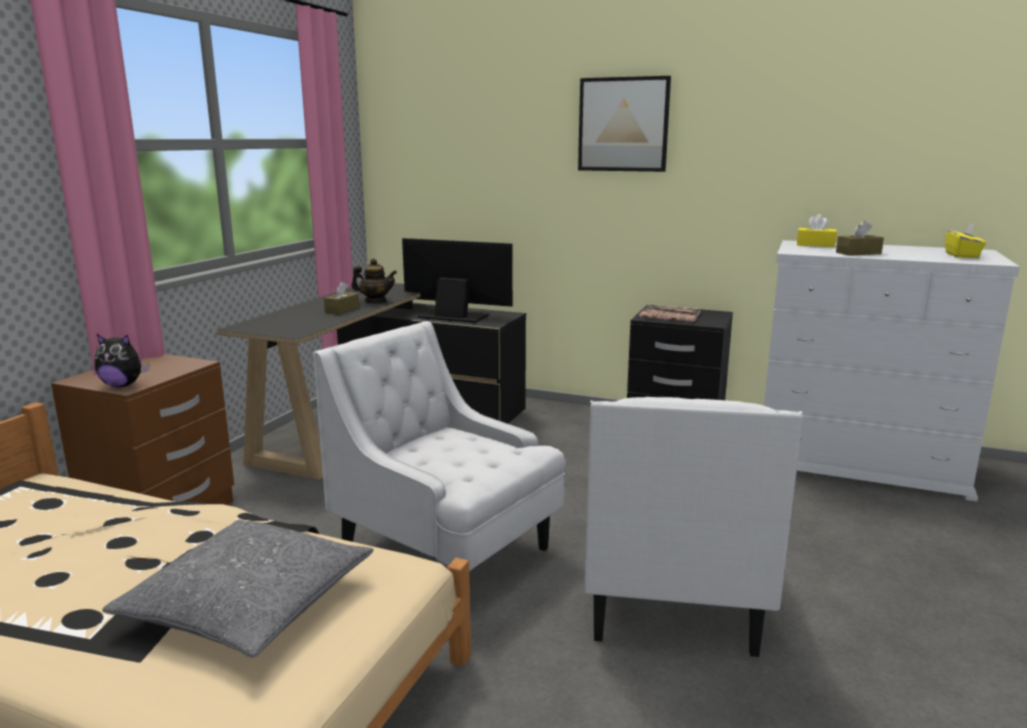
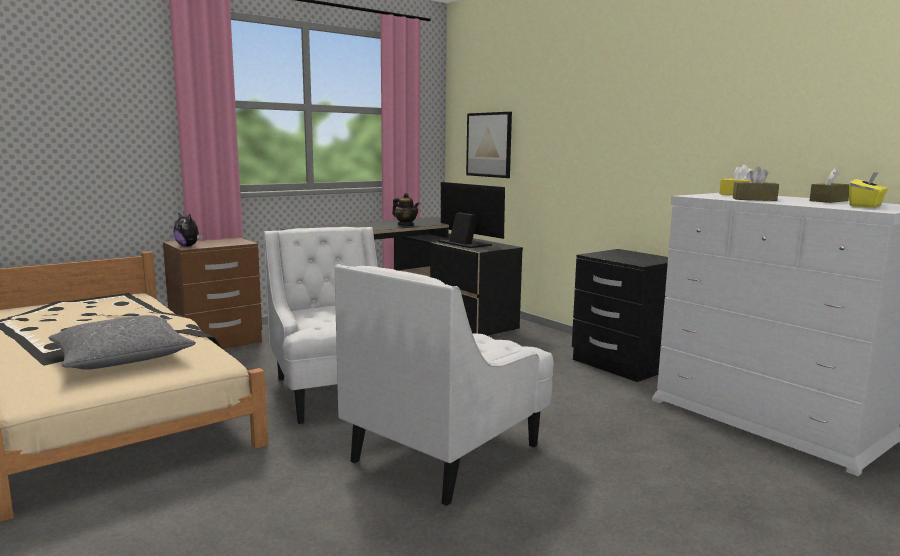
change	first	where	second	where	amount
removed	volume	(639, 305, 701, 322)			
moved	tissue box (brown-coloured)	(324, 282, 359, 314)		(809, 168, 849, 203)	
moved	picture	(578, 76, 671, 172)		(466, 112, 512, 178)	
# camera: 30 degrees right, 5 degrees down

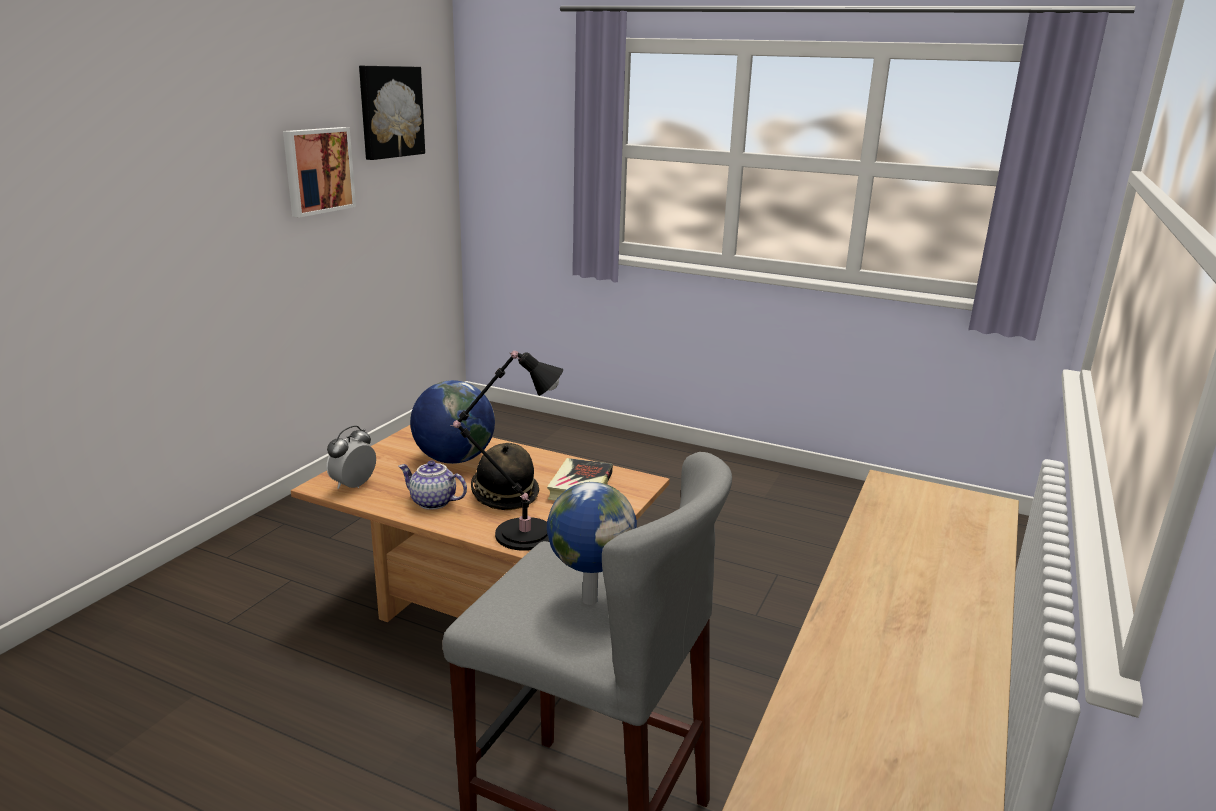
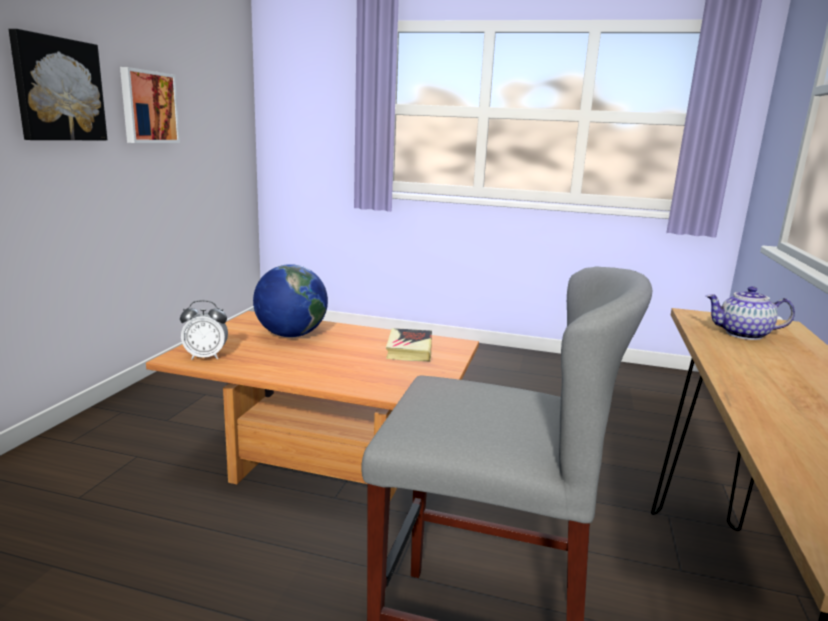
change	first	where	second	where	amount
removed	tabletop lamp (black)	(451, 351, 563, 551)			
removed	wearable hat	(471, 443, 539, 510)			
removed	world globe	(547, 482, 637, 605)			
moved	picture	(359, 65, 425, 160)		(8, 29, 107, 140)	
moved	tea pot	(398, 461, 467, 510)		(706, 286, 795, 340)	
turned	alarm clock	(326, 425, 376, 489)		(180, 300, 228, 360)	120 degrees counterclockwise
# camera: 10 degrees left, 5 degrees down

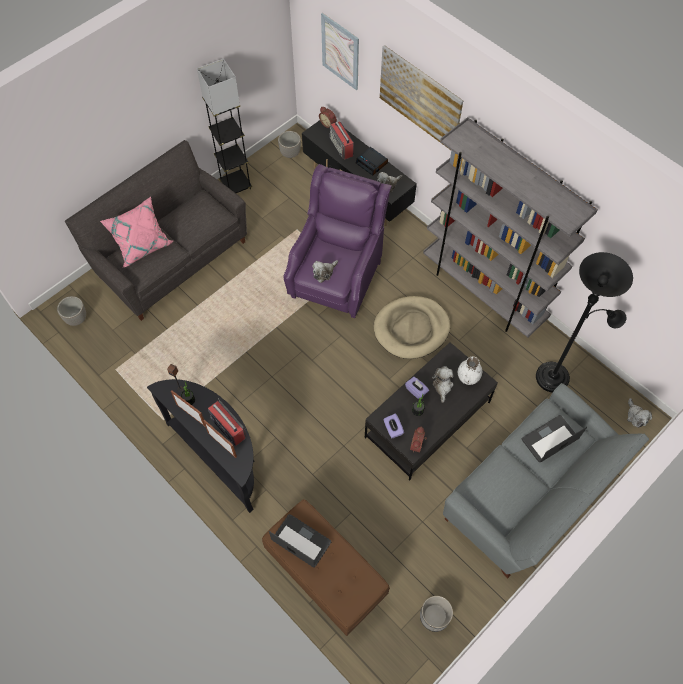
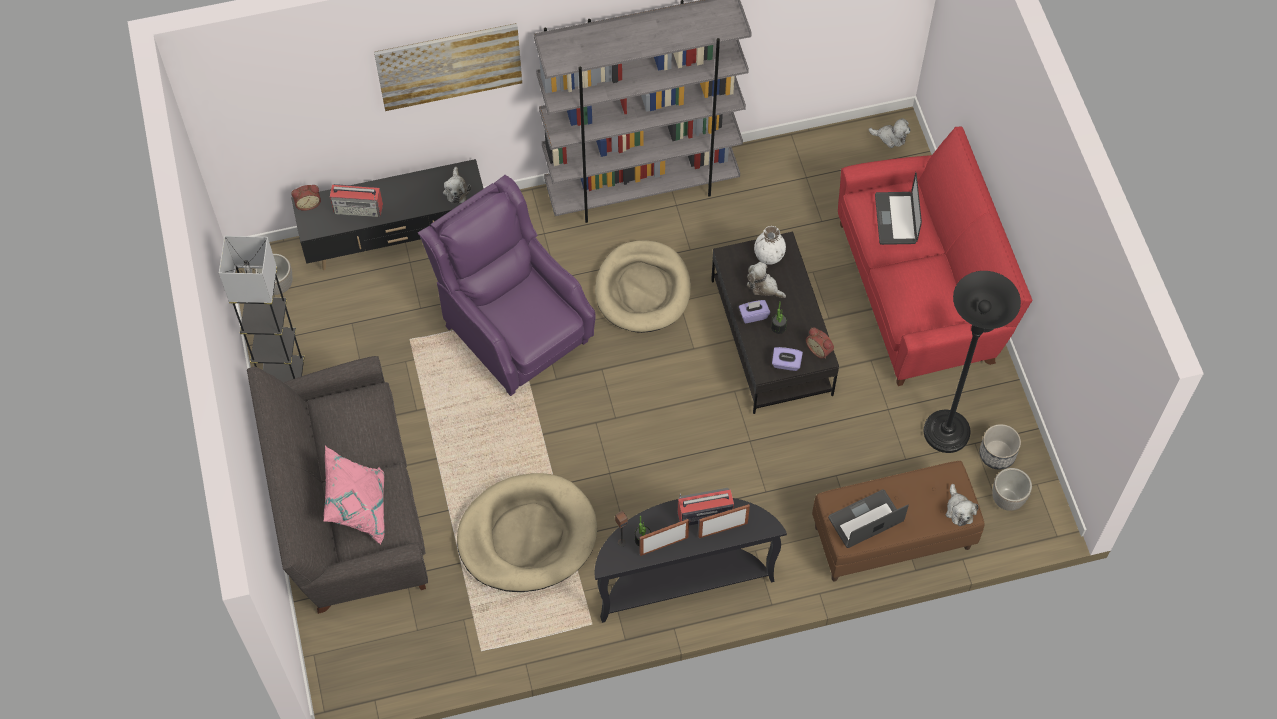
change	first	where	second	where	amount
removed	picture	(321, 13, 359, 90)			
removed	alarm clock	(356, 147, 388, 176)			
added			dog bed (beige)	(457, 473, 597, 592)	
moved	plant pot	(57, 296, 86, 326)		(992, 468, 1032, 511)	
moved	cuddly toy	(312, 260, 338, 283)		(946, 484, 978, 526)	
moved	standard lamp (black)	(536, 252, 633, 393)		(924, 271, 1021, 453)	
recoloured	settee (greyish)	(443, 383, 649, 578)	settee (reddish)	(838, 127, 1032, 386)	
# camera: 60 degrees left, 0 degrees up

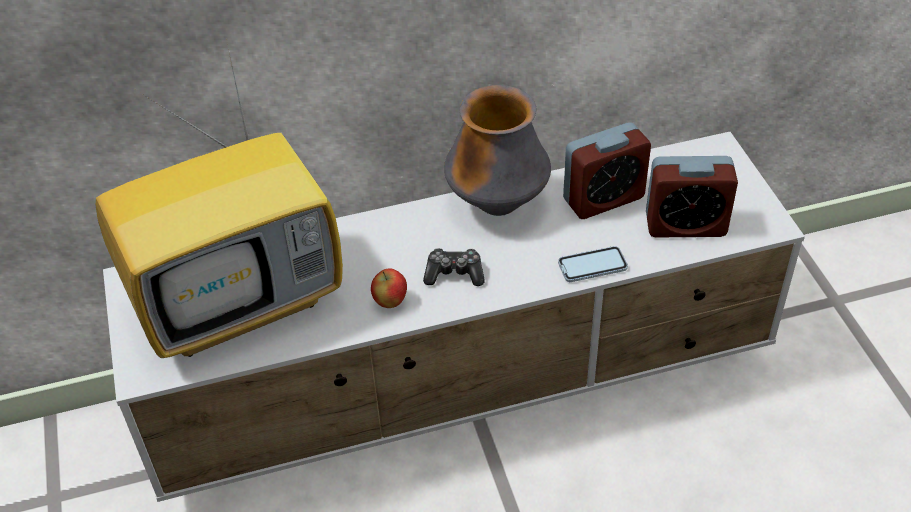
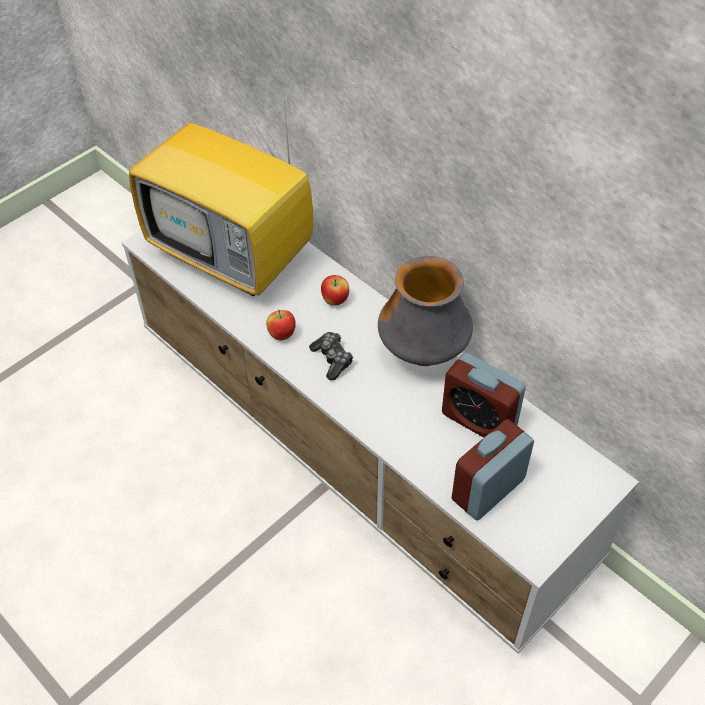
change	first	where	second	where	amount
removed	handset	(558, 246, 628, 282)			
added			whole apple	(321, 275, 349, 306)	
turned	alarm clock	(646, 156, 738, 238)		(452, 419, 534, 521)	75 degrees clockwise
# camera: 60 degrees right, 5 degrees up

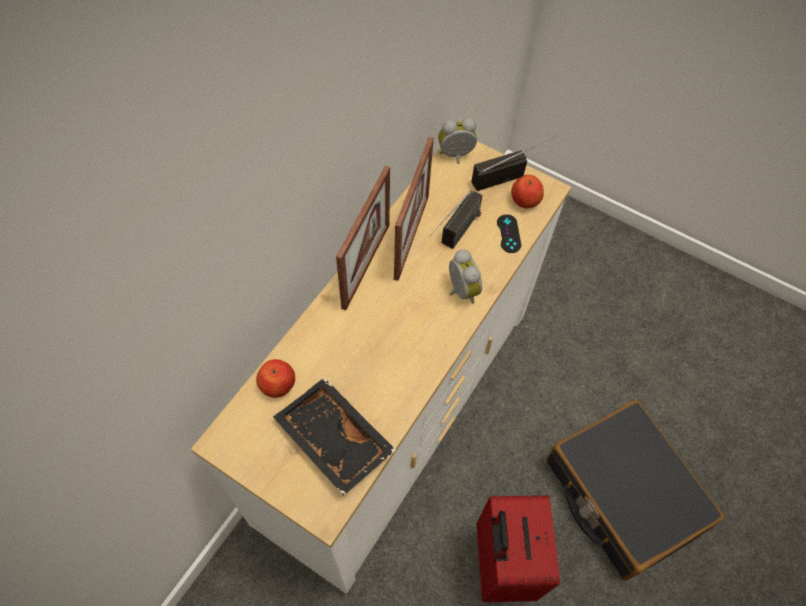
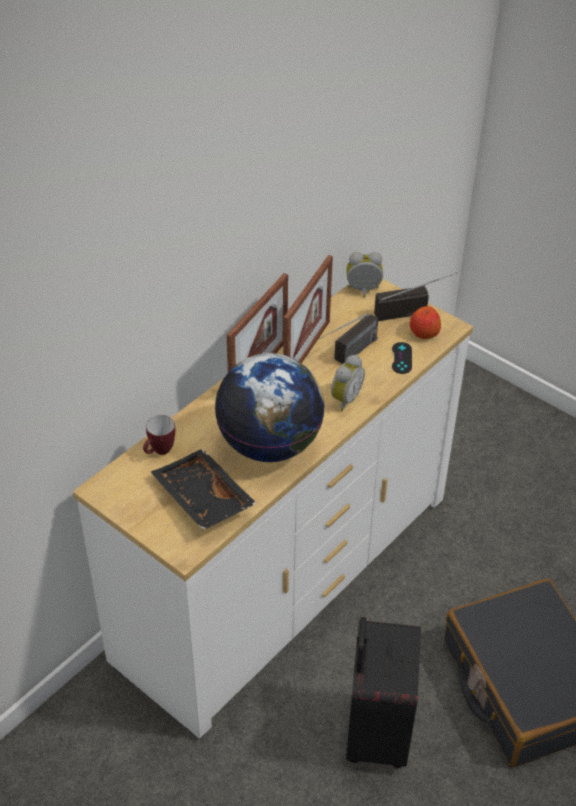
change	first	where	second	where	amount
added			world globe	(215, 353, 325, 462)	
replaced	whole apple	(256, 359, 295, 398)	mug	(143, 415, 175, 455)	
recoloured	travel case (reddish)	(477, 495, 560, 602)	travel case (black)	(346, 617, 421, 768)	
turned	alarm clock	(449, 249, 482, 304)		(331, 355, 365, 411)	45 degrees clockwise
# camera: 10 degrees right, 15 degrees down

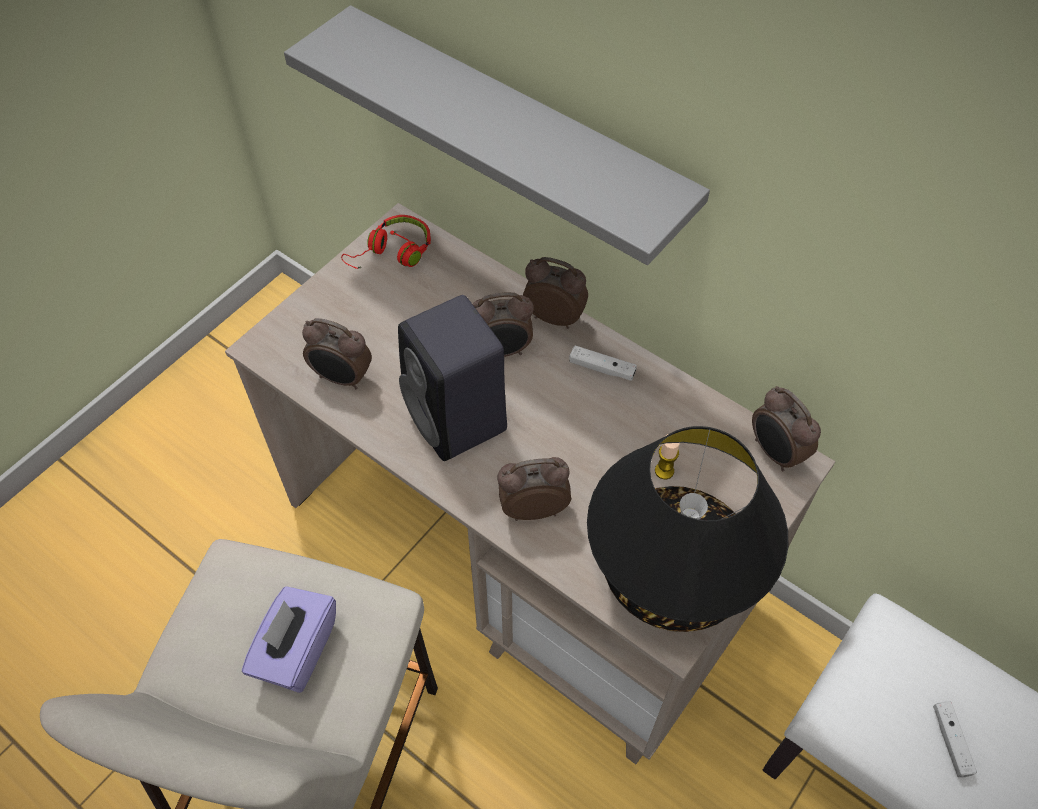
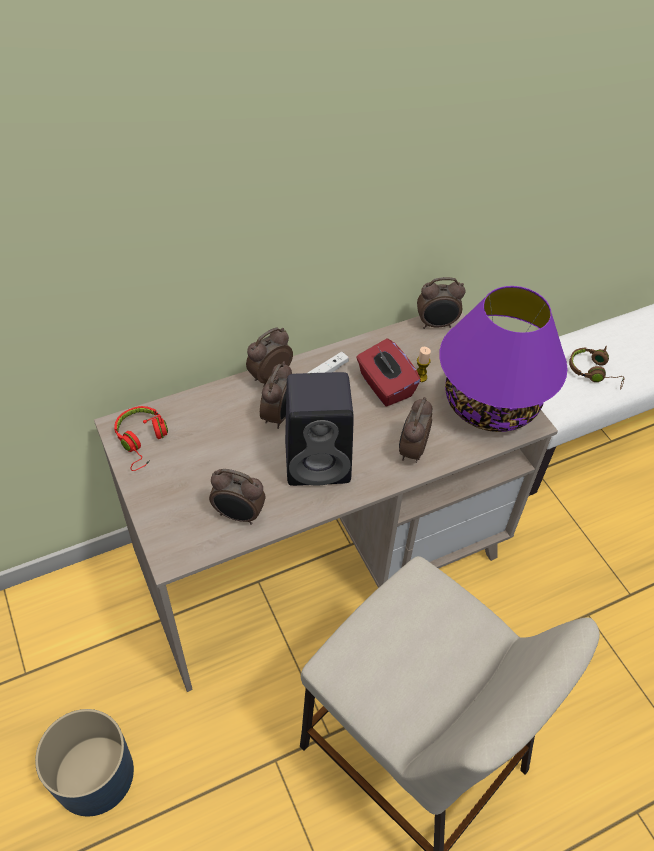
change	first	where	second	where	amount
removed	tissue box (purplish)	(242, 586, 336, 693)			
removed	wall shelf (greyish)	(284, 5, 710, 265)			
added			plant pot (blue)	(35, 709, 134, 816)	
added			tissue box (reddish)	(356, 339, 421, 406)	
replaced	joypad (whitish)	(933, 702, 977, 777)	pair of headphones (brown-coloured)	(569, 346, 625, 390)	
recoloured	tabletop lamp (black)	(587, 426, 788, 632)	tabletop lamp (purplish)	(439, 286, 568, 432)	
turned	alarm clock	(302, 318, 372, 390)		(209, 469, 266, 525)	60 degrees clockwise
# camera: 65 degrees left, 5 degrees down

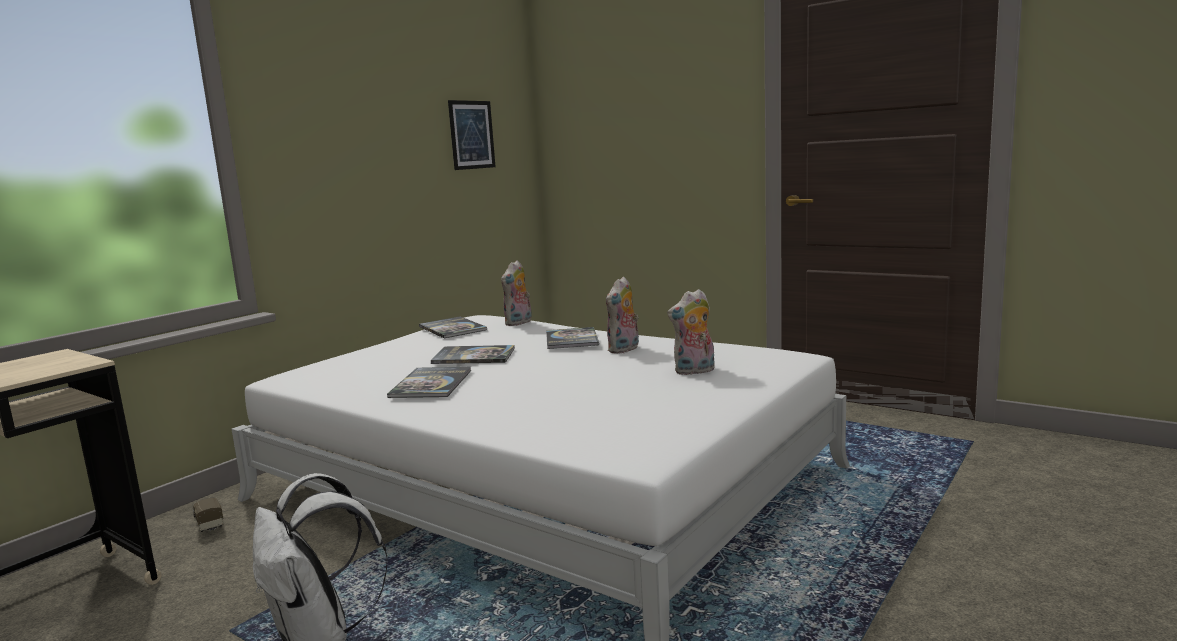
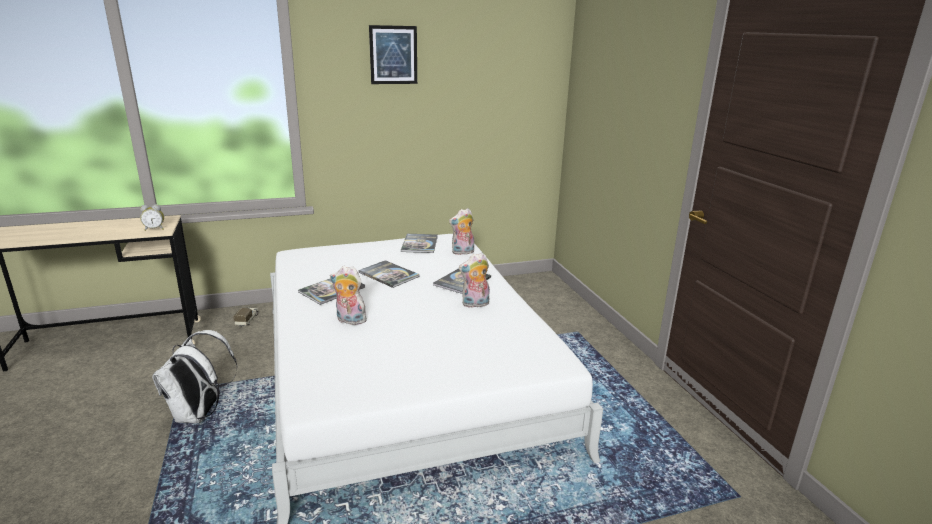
change	first	where	second	where	amount
added			alarm clock	(140, 204, 164, 231)	
moved	picture	(448, 100, 496, 170)		(369, 25, 417, 84)	
moved	cuddly toy	(667, 289, 714, 375)		(330, 266, 367, 325)	
# camera: 35 degrees right, 10 degrees up

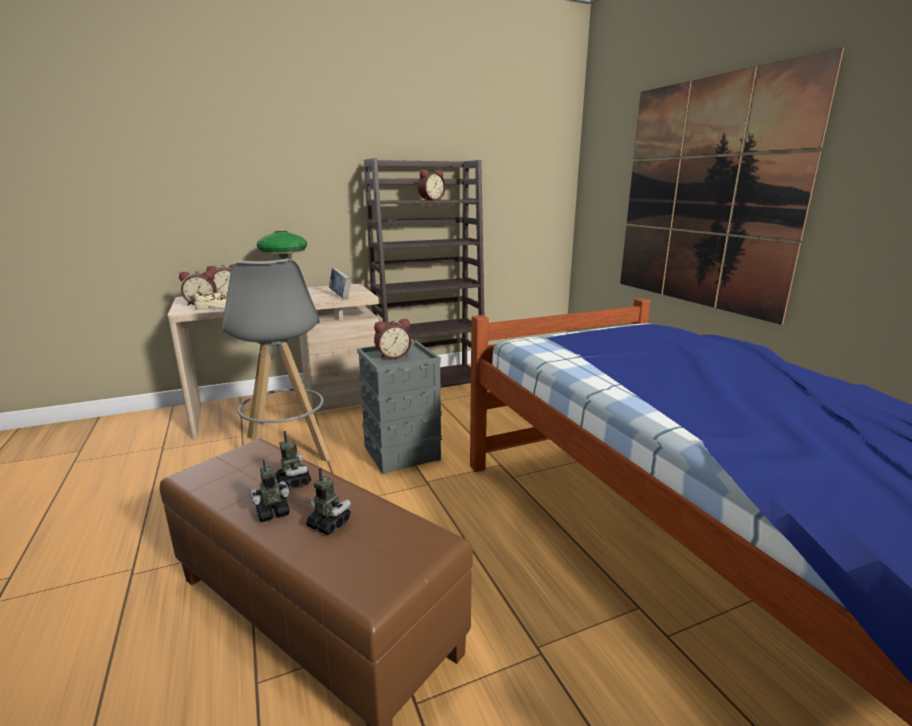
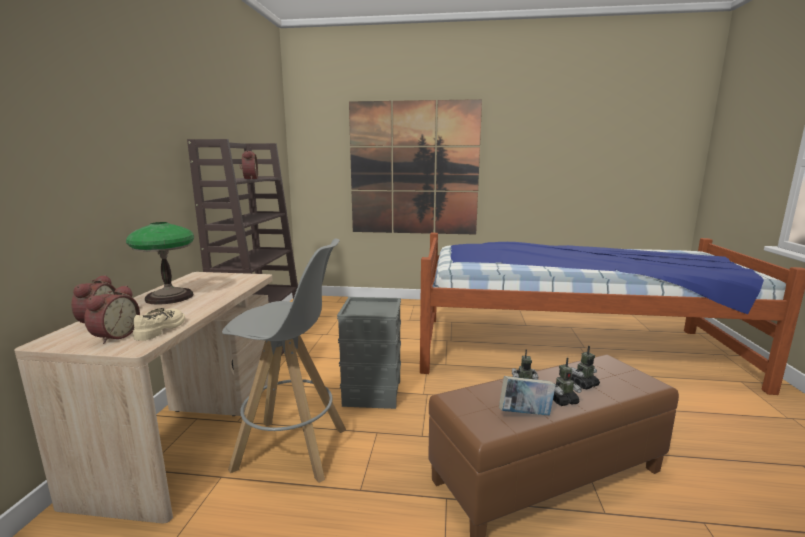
change	first	where	second	where	amount
removed	alarm clock	(374, 319, 412, 359)			
moved	volume	(329, 268, 352, 299)		(499, 376, 556, 415)	
turned	toy robot	(250, 459, 290, 522)		(553, 357, 582, 406)	105 degrees counterclockwise
# camera: 60 degrees left, 5 degrees down

